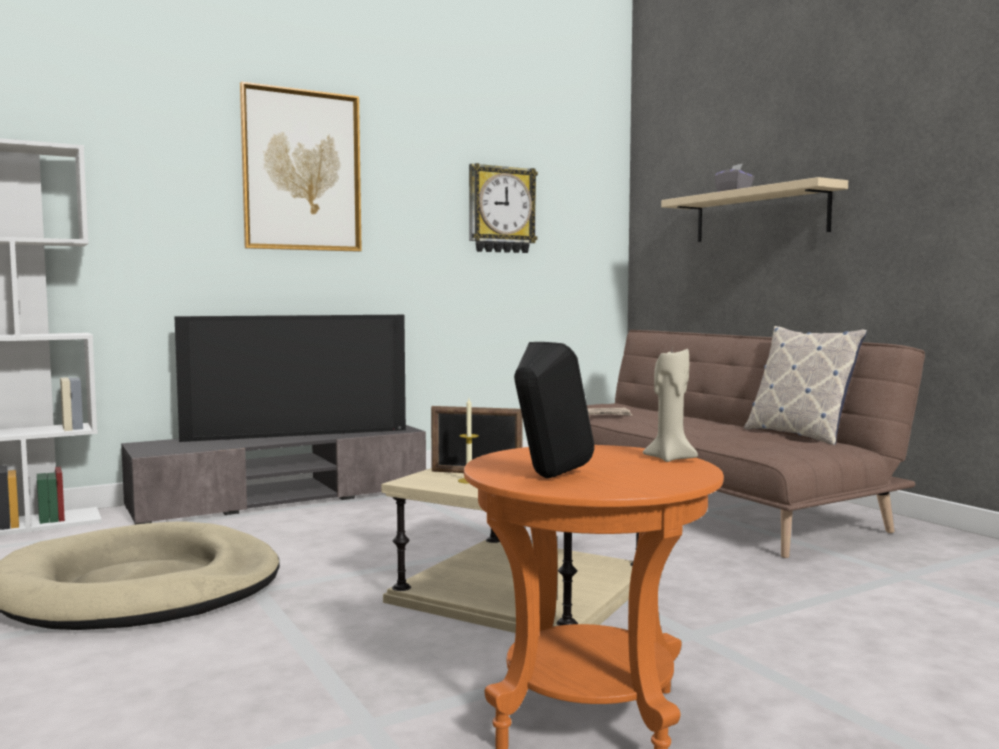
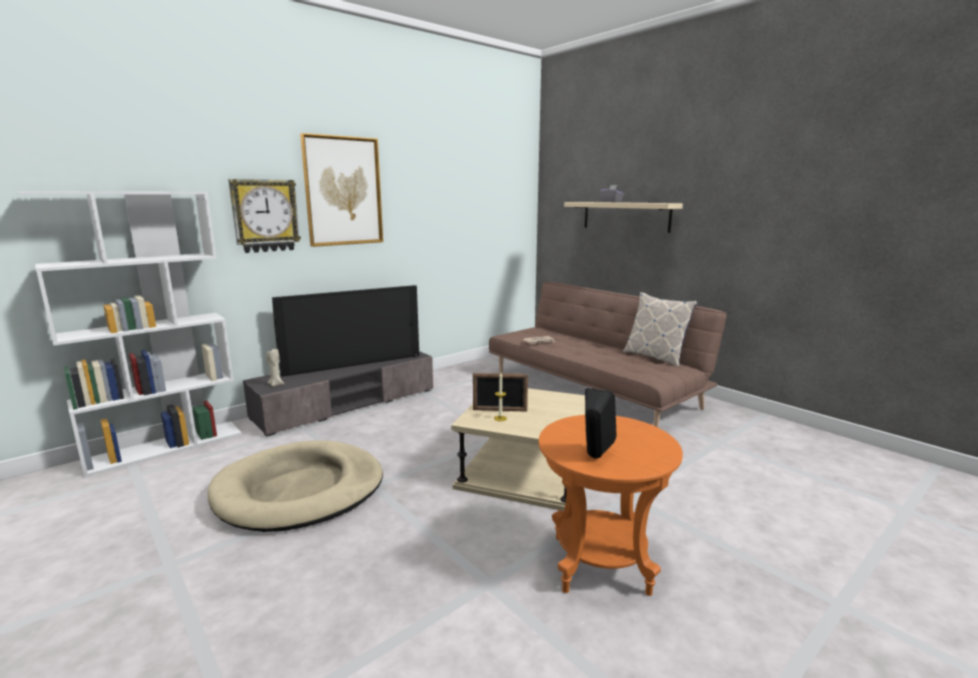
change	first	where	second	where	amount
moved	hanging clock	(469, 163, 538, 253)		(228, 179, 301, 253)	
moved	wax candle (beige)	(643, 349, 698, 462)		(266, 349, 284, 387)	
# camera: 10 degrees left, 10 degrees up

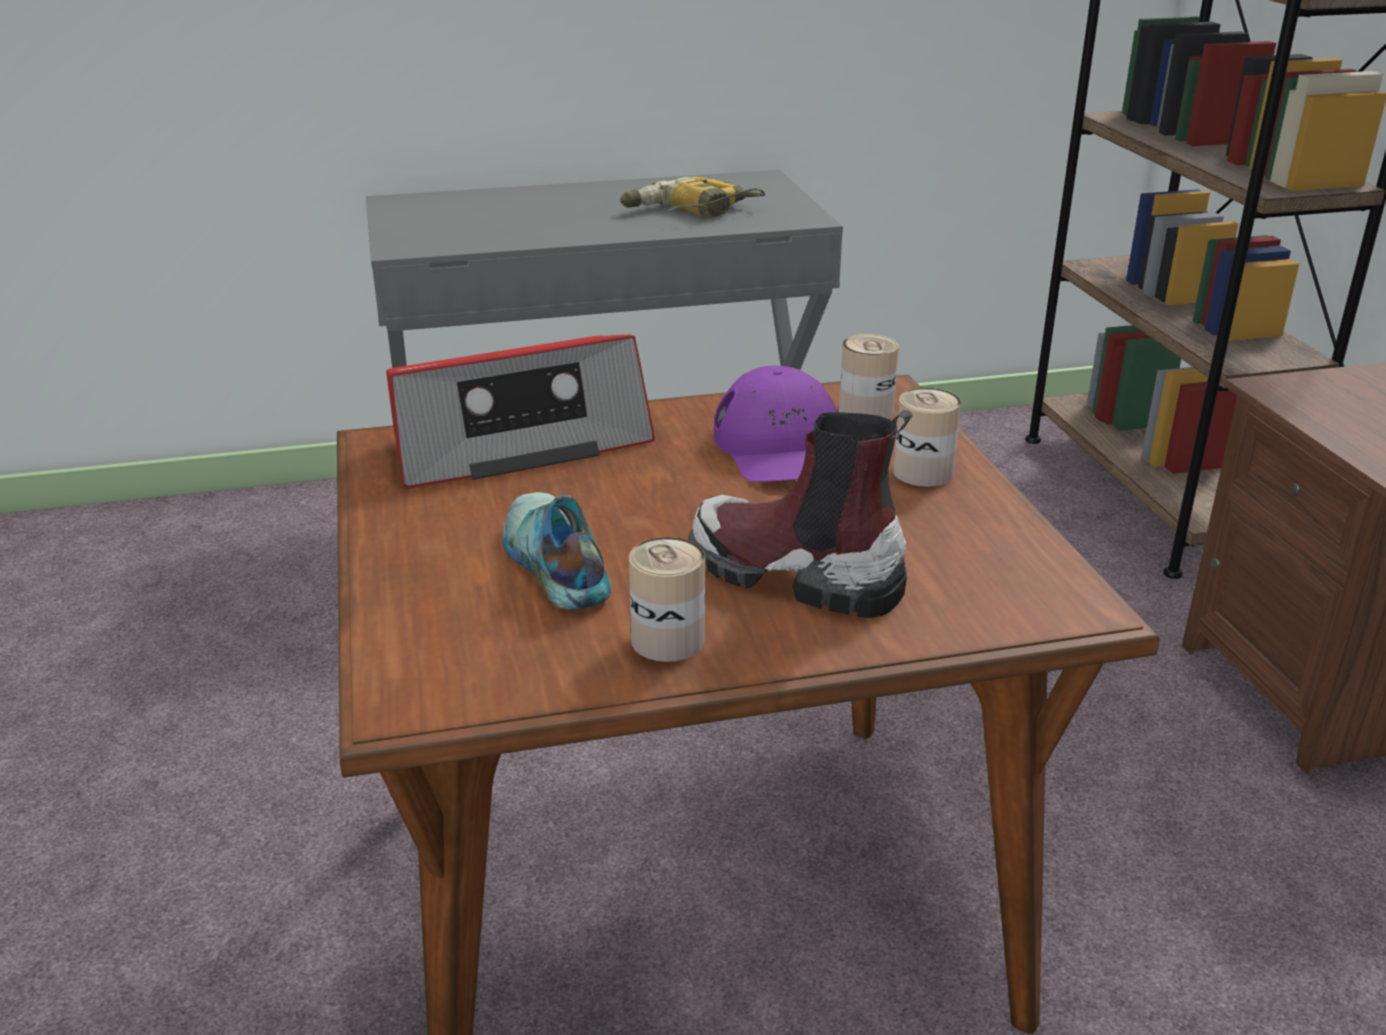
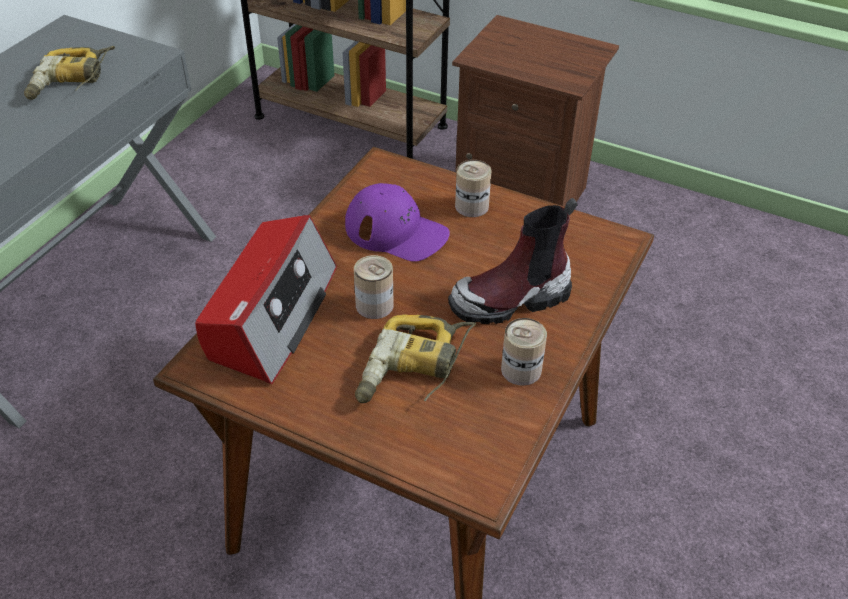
change	first	where	second	where	amount
moved	sealed can	(839, 334, 899, 419)		(354, 255, 394, 319)	
replaced	low shoe	(503, 492, 611, 609)	drill	(355, 314, 476, 403)	
# camera: 50 degrees left, 15 degrees up

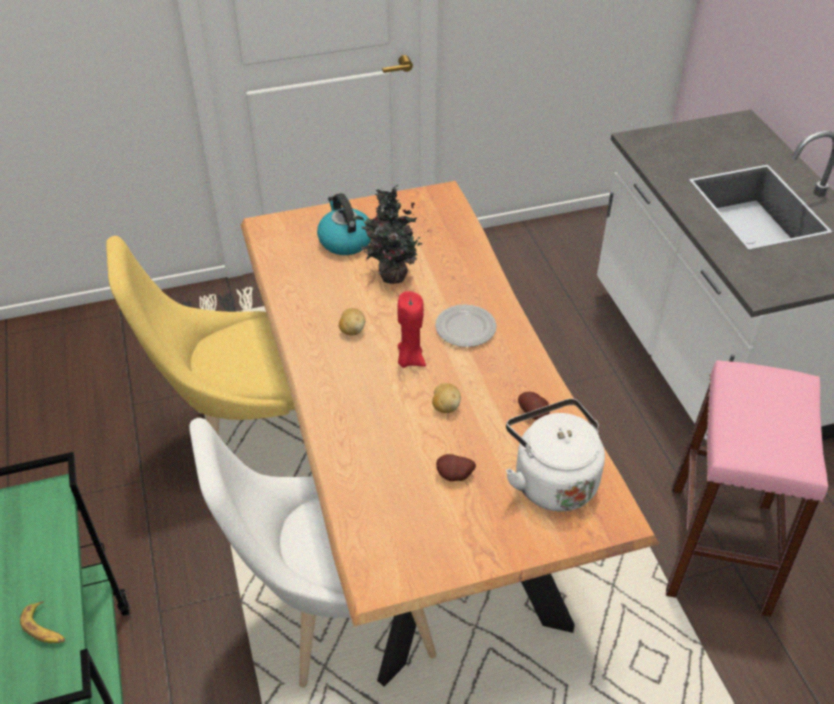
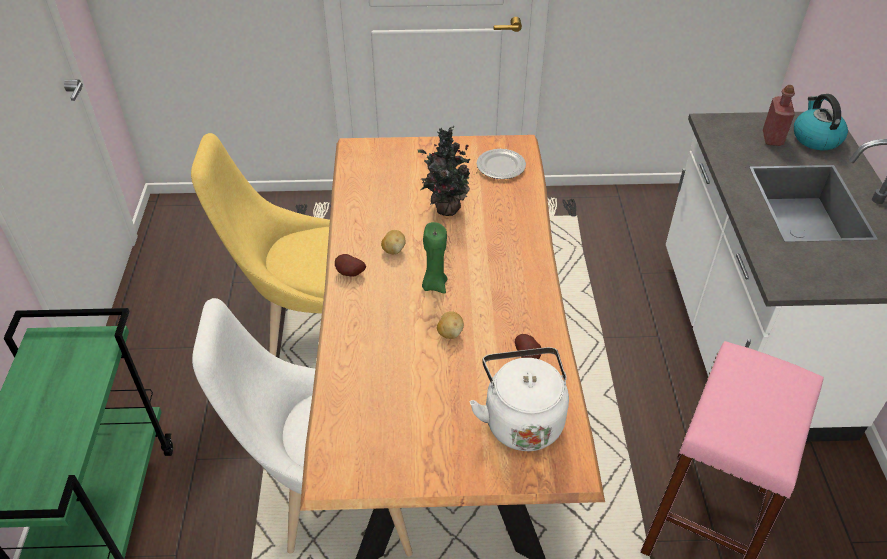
change	first	where	second	where	amount
removed	banana fruit	(20, 601, 65, 643)			
added			bottle (reddish)	(763, 85, 795, 146)	
moved	kettle	(317, 193, 371, 255)		(794, 94, 848, 150)	
moved	flat dish	(435, 305, 496, 347)		(476, 149, 526, 179)	
moved	spud	(436, 454, 476, 481)		(335, 254, 366, 277)	
recoloured	wax candle (reddish)	(397, 291, 426, 368)	wax candle (green)	(422, 222, 448, 293)	
# camera: 15 degrees right, 0 degrees up

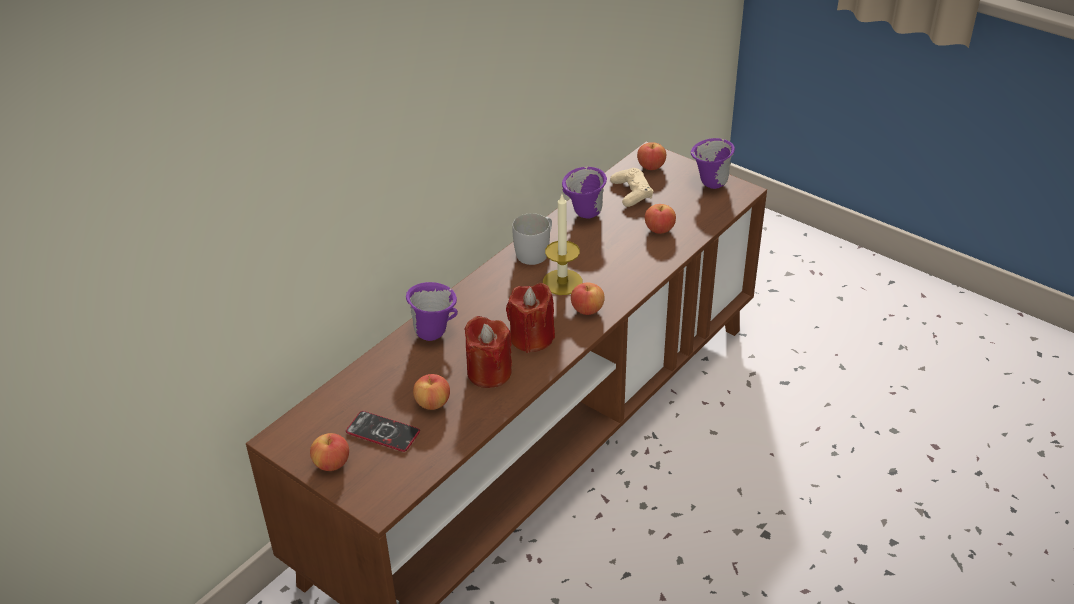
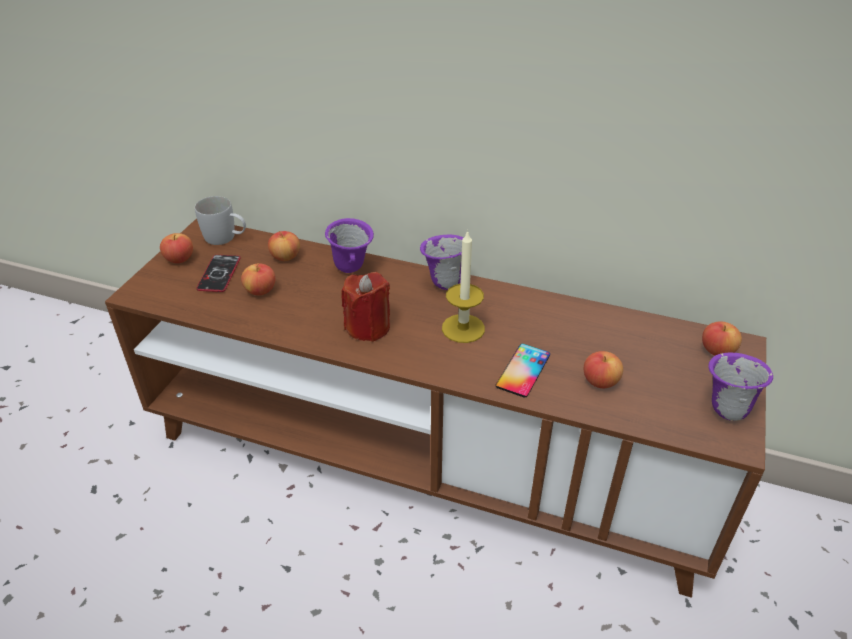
change	first	where	second	where	amount
removed	wax candle (reddish)	(464, 316, 512, 388)			
removed	joypad (beige)	(610, 168, 653, 207)			
added			handset	(495, 344, 550, 398)	
moved	mug (whitish)	(512, 213, 552, 265)		(195, 196, 246, 245)	
moved	mug (purplish)	(562, 167, 607, 218)		(420, 235, 463, 290)	
moved	whole apple	(571, 283, 605, 315)		(268, 231, 300, 261)	
# camera: 70 degrees right, 0 degrees up

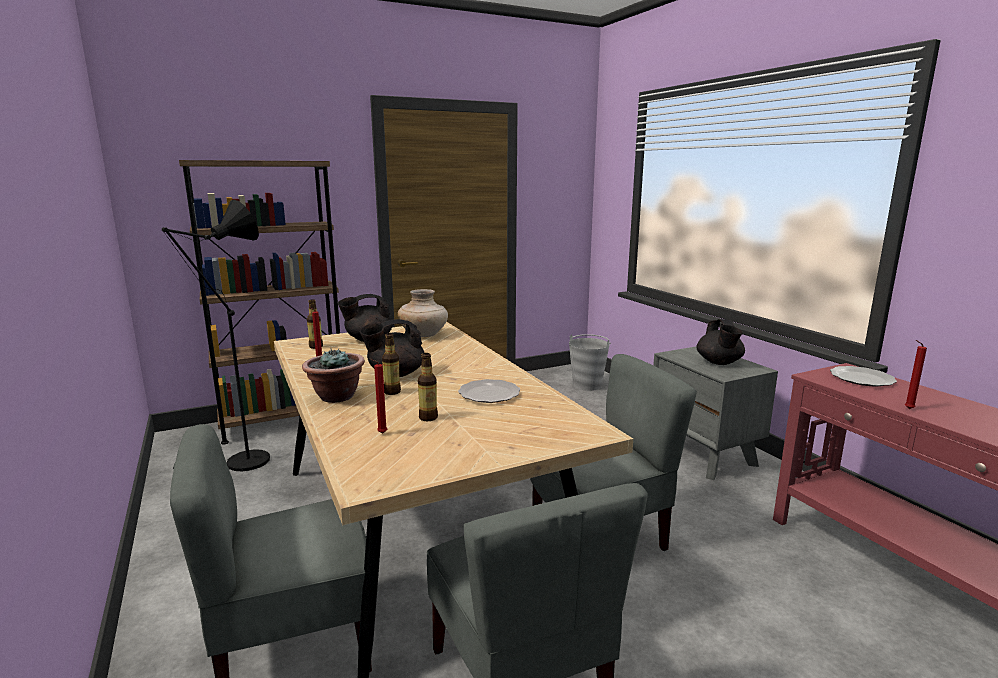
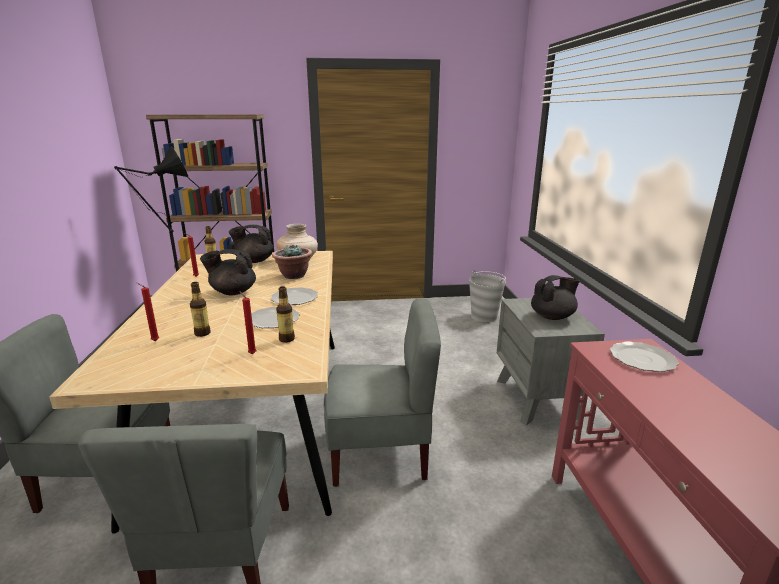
change	first	where	second	where	amount
added			flat dish	(271, 287, 318, 305)	
moved	potted plant	(302, 348, 365, 403)		(272, 244, 312, 279)	
moved	bottle	(382, 333, 401, 395)		(276, 286, 295, 343)	
moved	wax candle (reddish)	(905, 340, 927, 409)		(239, 291, 256, 354)	
turned	tea pot (black)	(697, 319, 745, 365)		(531, 275, 580, 320)	135 degrees counterclockwise
# camera: 20 degrees right, 5 degrees up

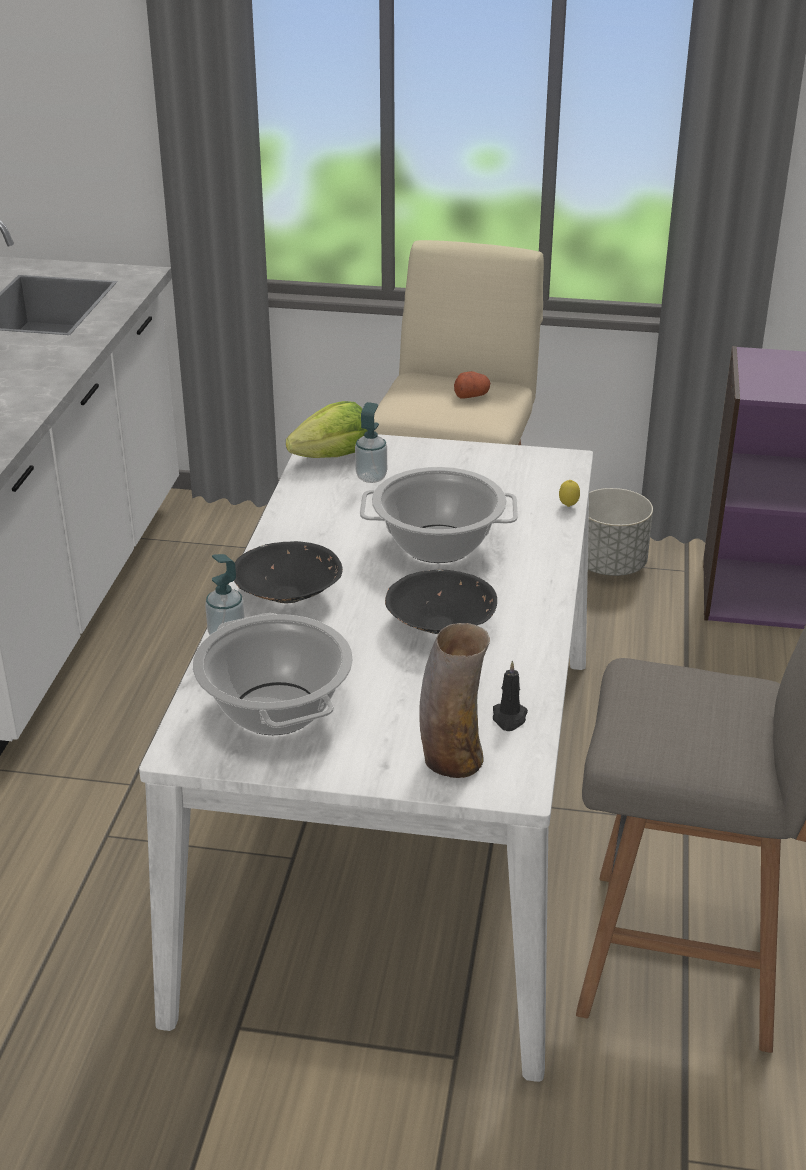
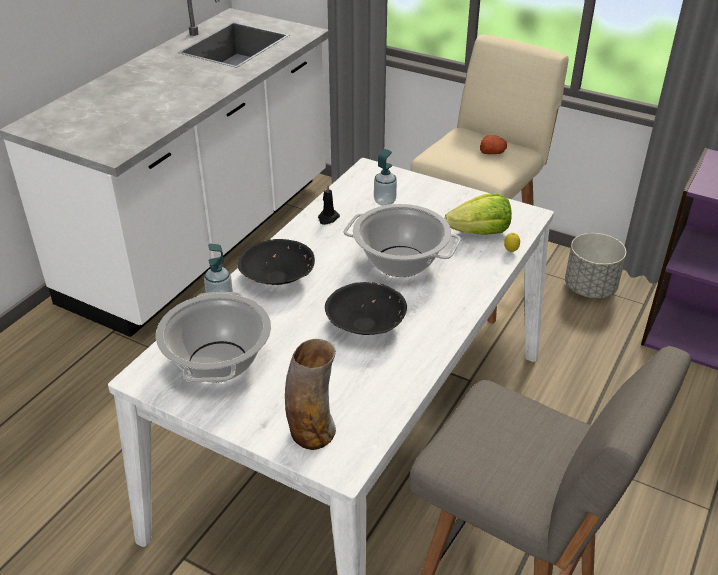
change	first	where	second	where	amount
moved	head of lettuce	(286, 401, 367, 458)		(445, 193, 512, 235)	
moved	wax candle (black)	(493, 661, 528, 731)		(318, 184, 340, 225)	
# camera: 20 degrees right, 5 degrees up

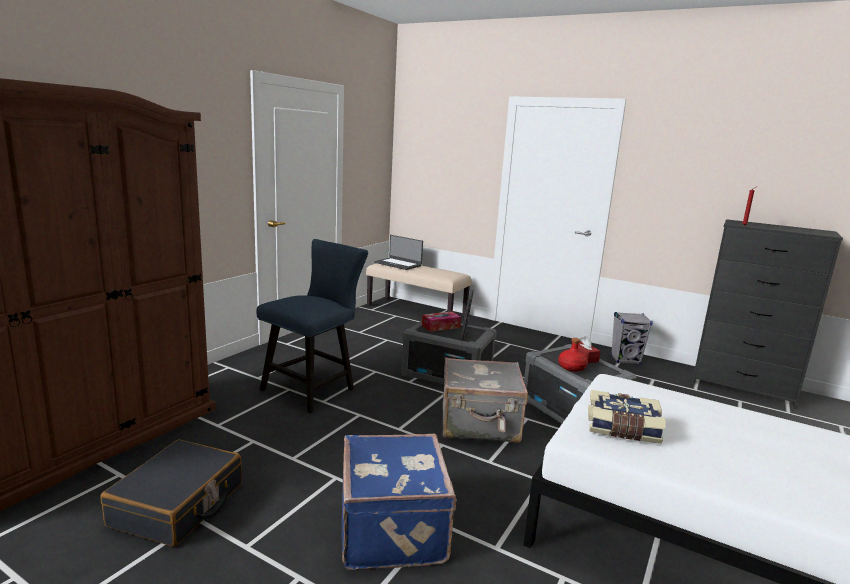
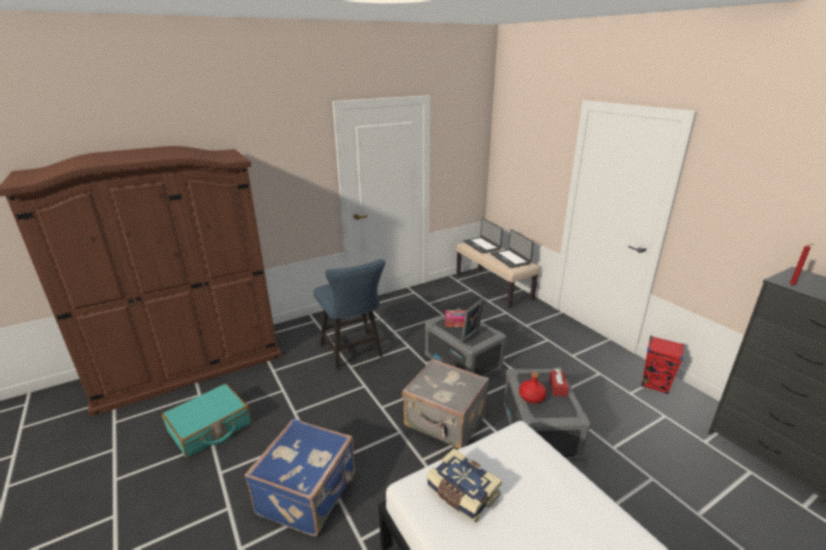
change	first	where	second	where	amount
added			notebook computer	(490, 229, 534, 268)	
recoloured	travel case (black)	(101, 439, 242, 547)	travel case (turquoise-coloured)	(162, 384, 252, 458)	
recoloured	audio speaker (greyish)	(611, 312, 653, 365)	audio speaker (reddish)	(641, 336, 684, 395)	
turned	plain chair (blue)	(256, 239, 368, 413)		(313, 259, 385, 369)	90 degrees clockwise
# camera: 30 degrees right, 10 degrees up

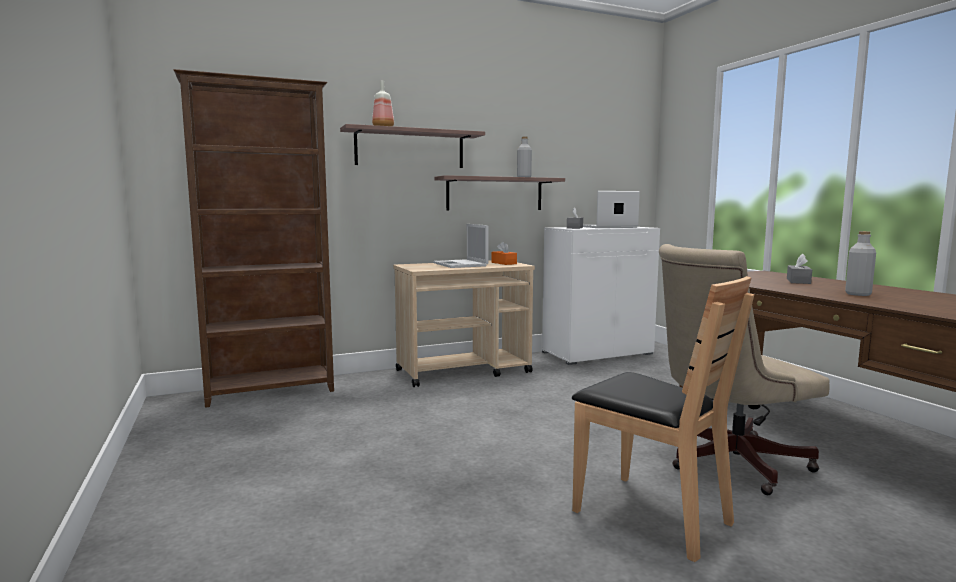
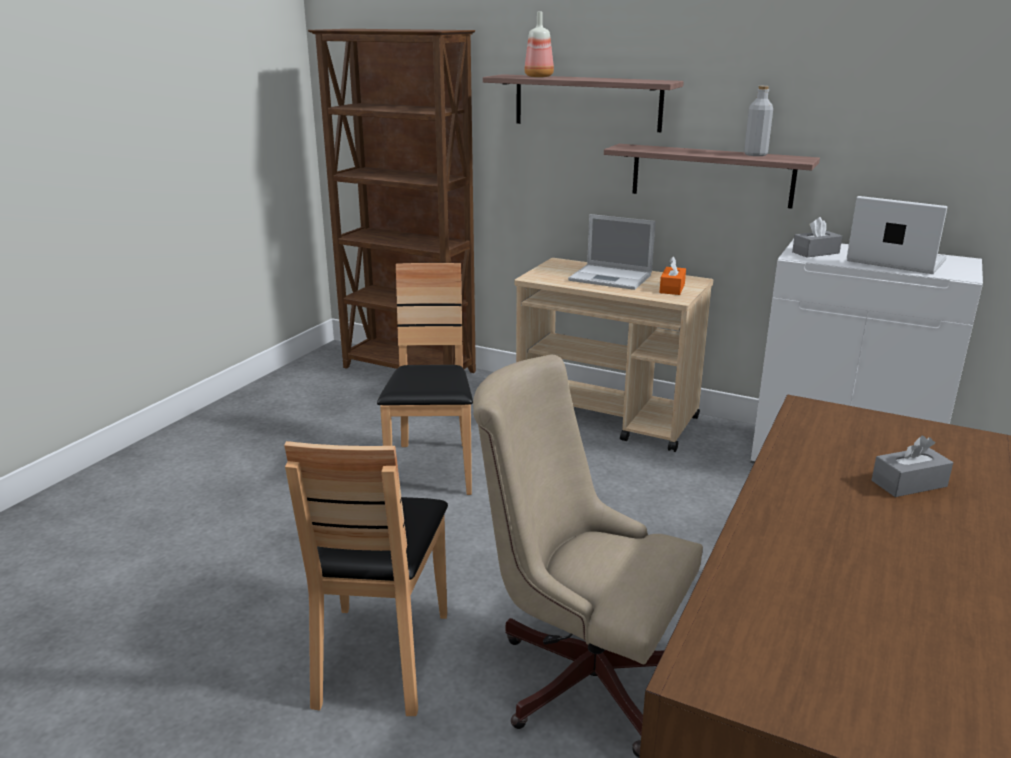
change	first	where	second	where	amount
removed	bottle (greyish)	(845, 231, 876, 296)			
added			plain chair (brown-coloured)	(377, 263, 473, 495)	
turned	notebook computer	(433, 224, 488, 268)		(568, 214, 656, 290)	90 degrees counterclockwise
# camera: 50 degrees right, 15 degrees up

